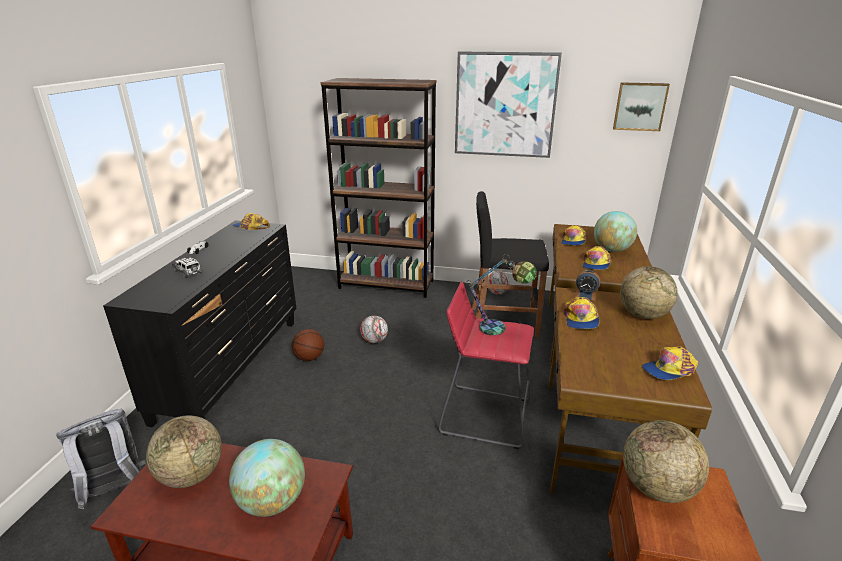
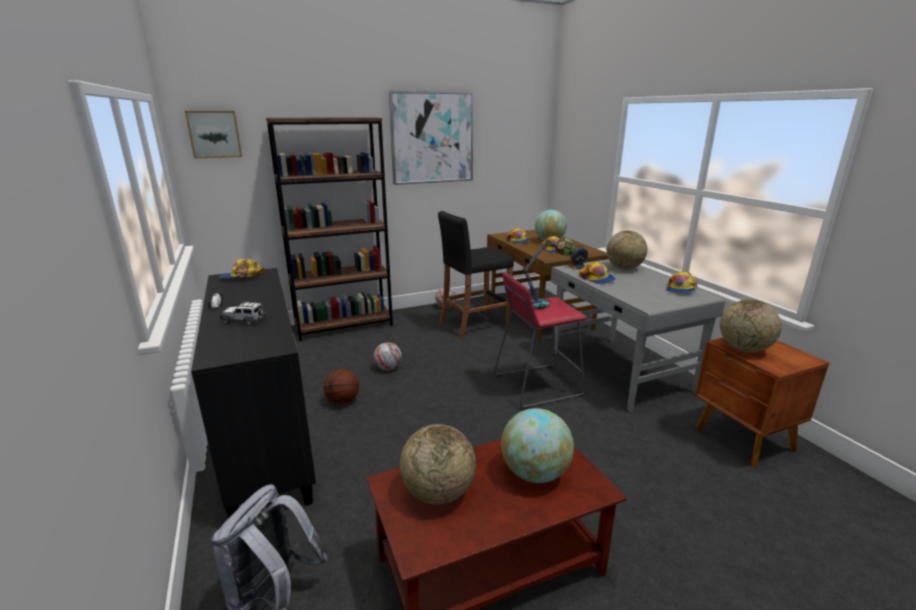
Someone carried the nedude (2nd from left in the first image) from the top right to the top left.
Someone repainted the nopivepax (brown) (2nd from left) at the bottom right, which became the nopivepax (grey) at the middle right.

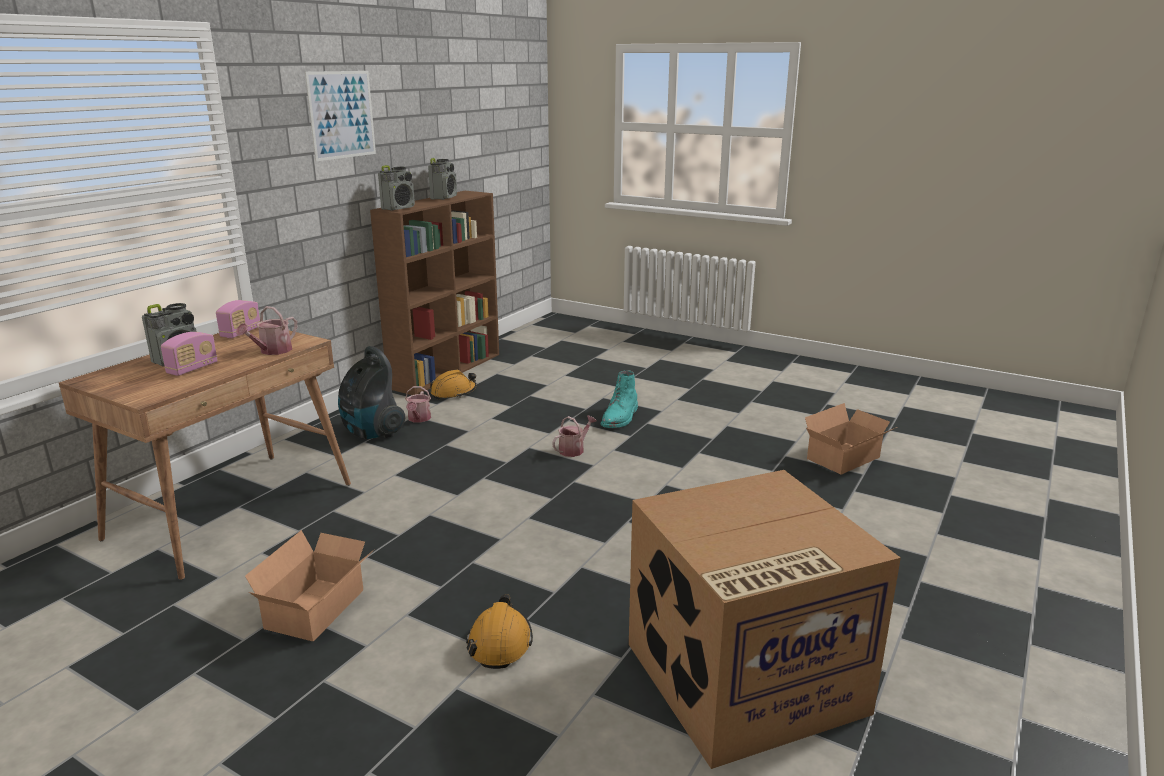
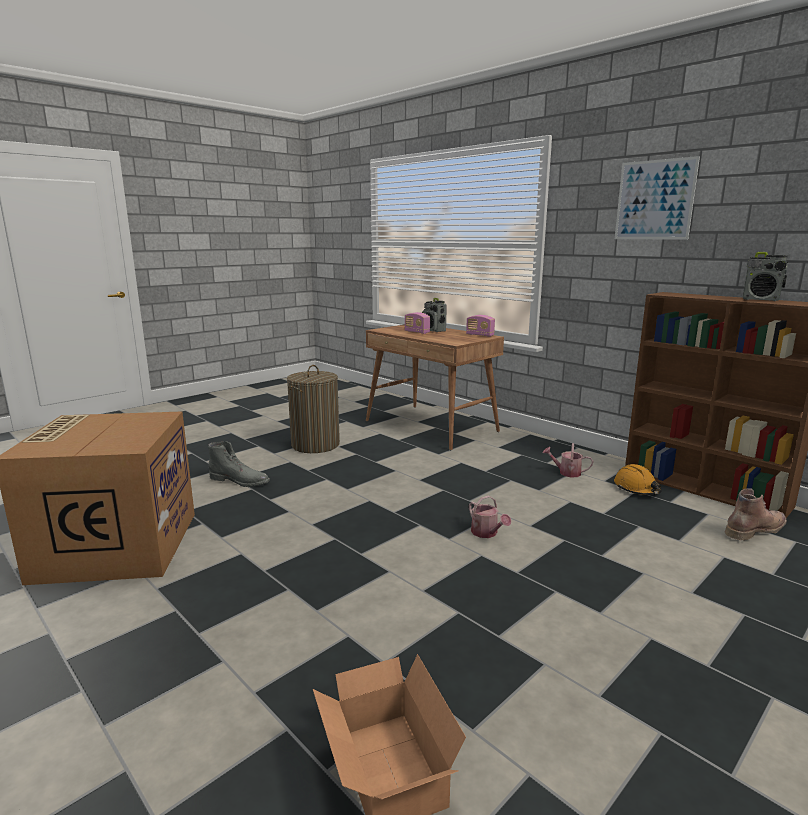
Someone swapped the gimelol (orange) (2nd from left) at the bottom centre for the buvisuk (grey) at the middle left.
Someone swapped the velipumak (1st from left) at the bottom left for the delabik at the centre.
Someone put down the buvisuk (brown) at the middle right.
Someone took away the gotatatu (1st from left) at the middle left.
Someone took away the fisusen at the middle left.
Someone took away the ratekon (4th from left) at the top centre.
Someone took away the buvisuk (turquoise) at the centre.

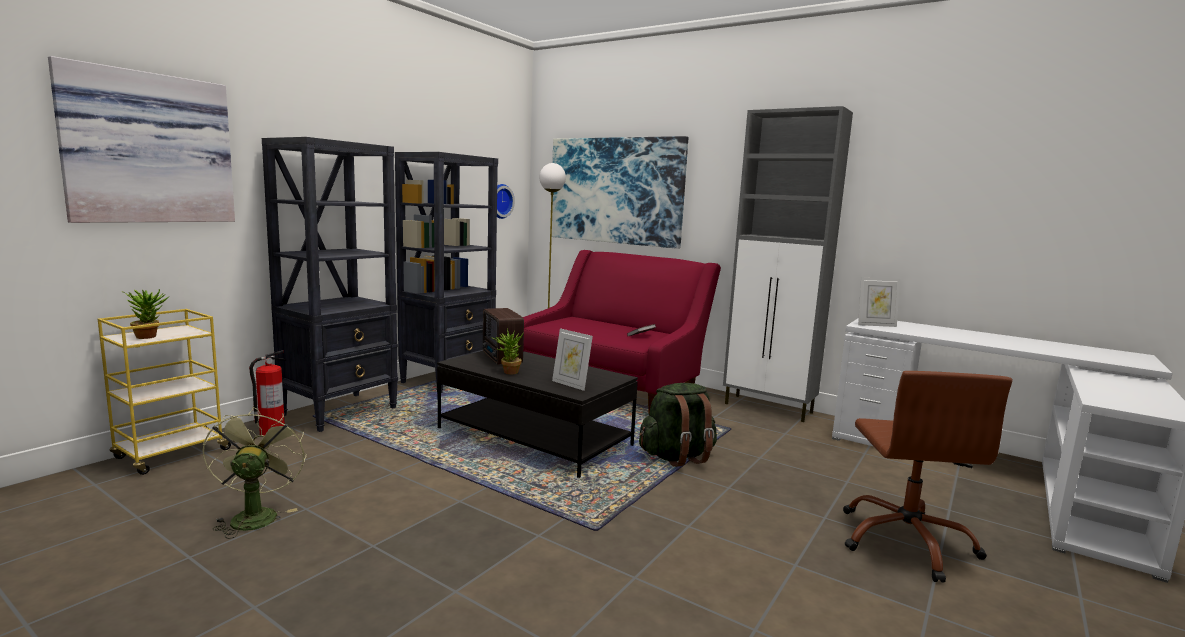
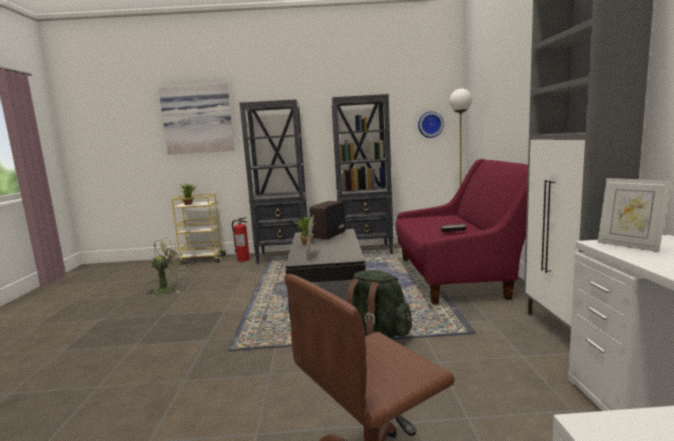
Someone took away the nedude (2nd from left) at the top centre.

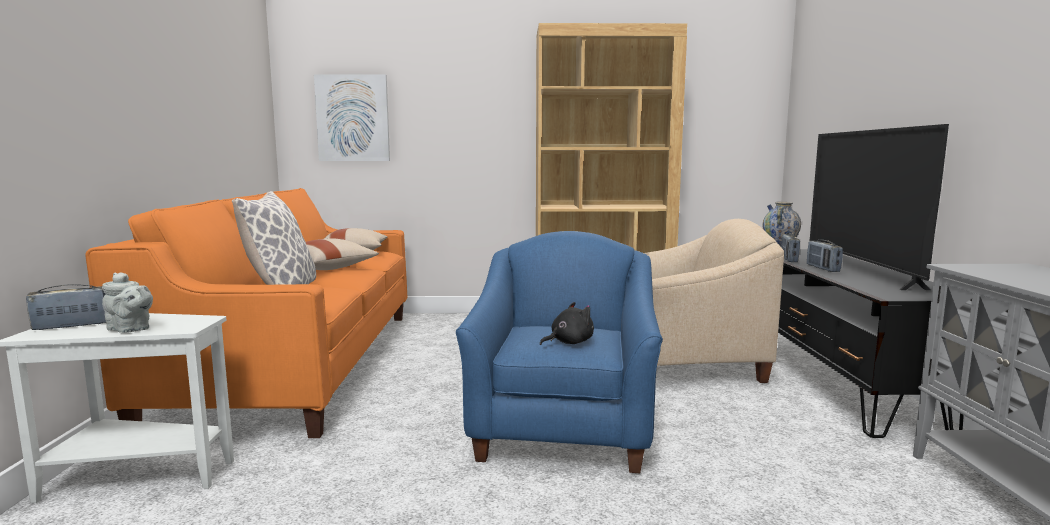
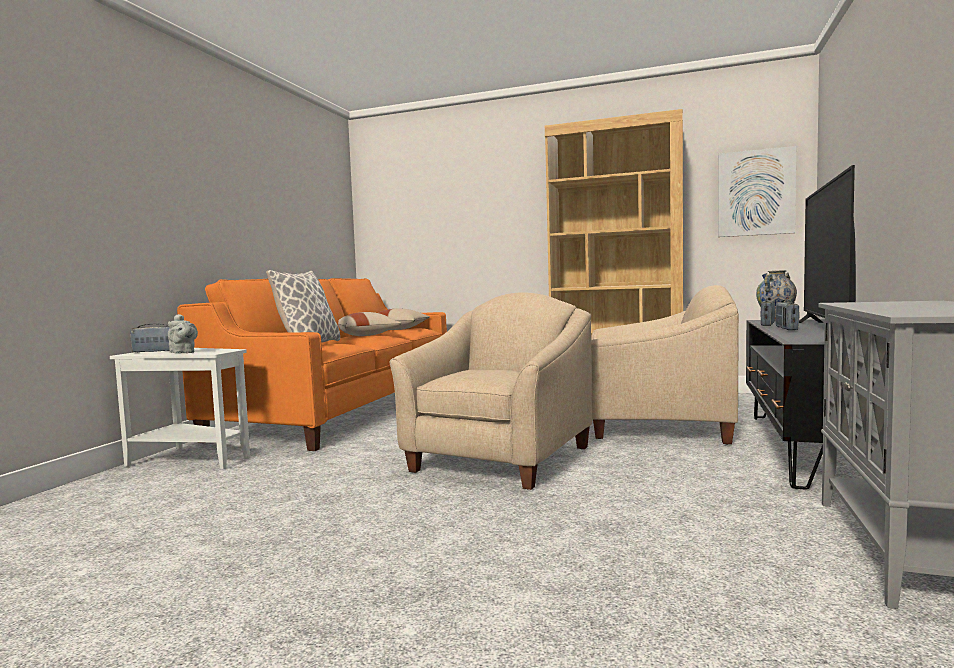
Someone repainted the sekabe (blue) at the bottom centre, which became the sekabe (beige) (1st from left) at the centre.
Someone carried the nedude from the top centre to the top right.
Someone took away the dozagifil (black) at the centre.

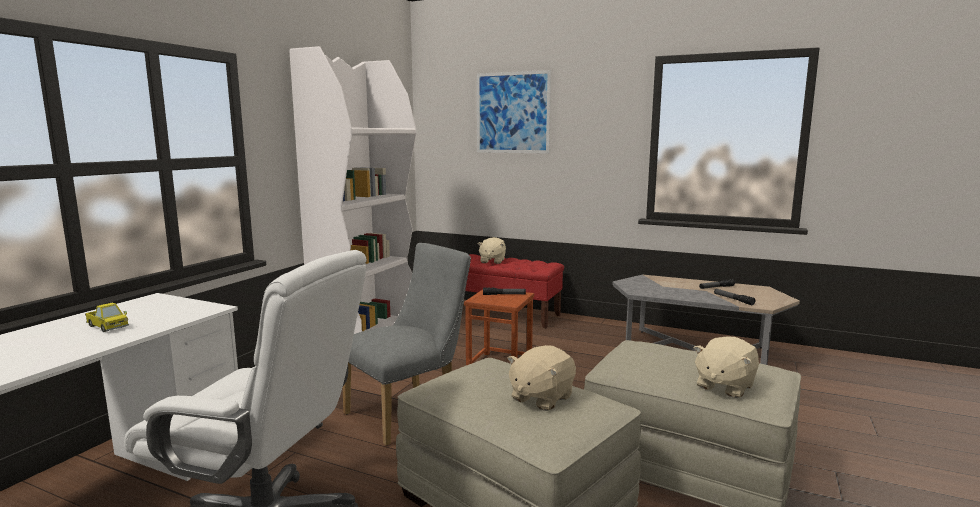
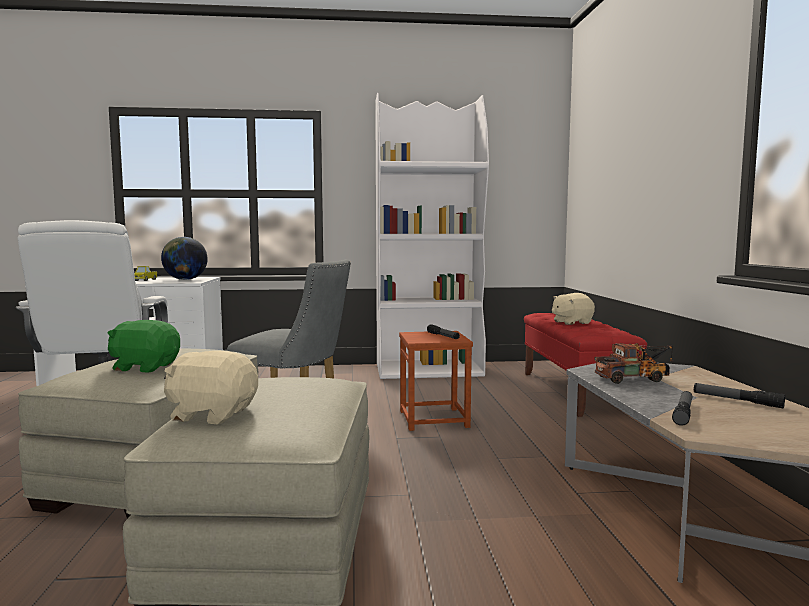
Someone repainted the dozagifil (beige) (2nd from left) at the bottom centre, which became the dozagifil (green) at the middle left.
Someone put down the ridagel at the middle left.
Someone put down the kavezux (2nd from left) at the middle right.
Someone took away the nedude at the top centre.

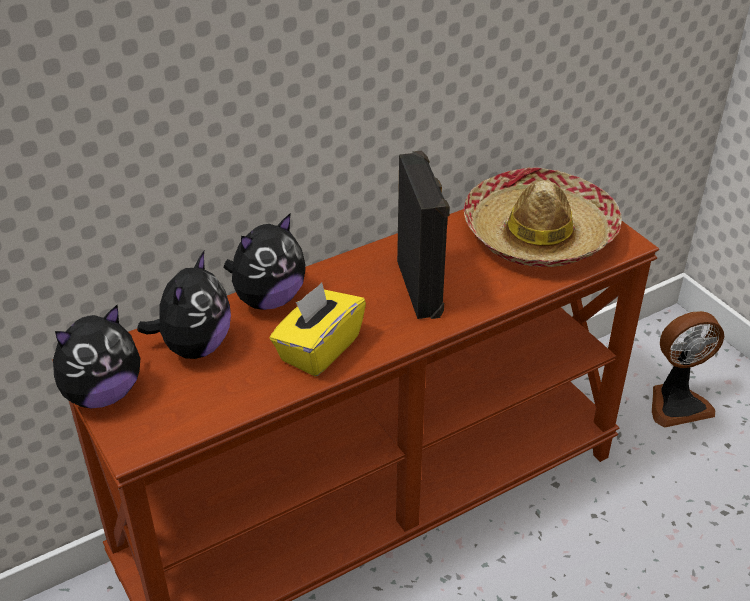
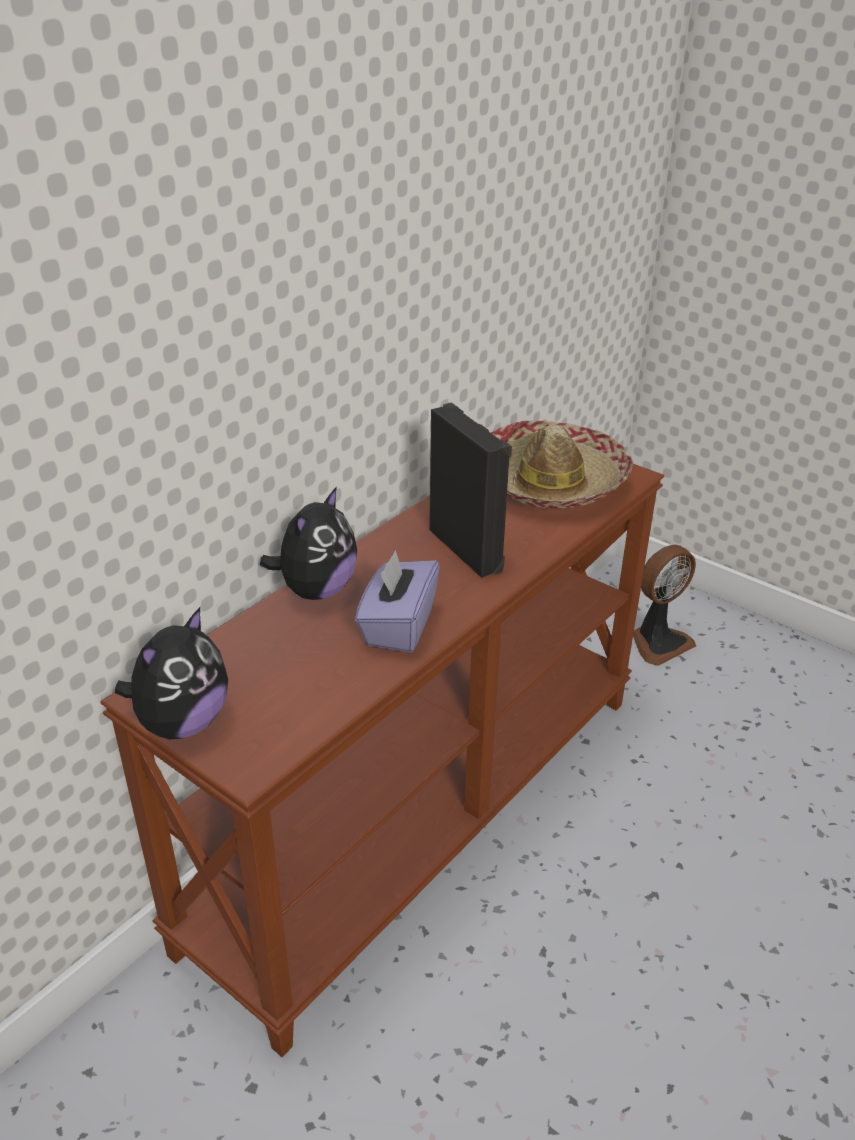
Someone repainted the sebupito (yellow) at the centre, which became the sebupito (purple) at the centre.
Someone took away the dozagifil (2nd from left) at the middle left.

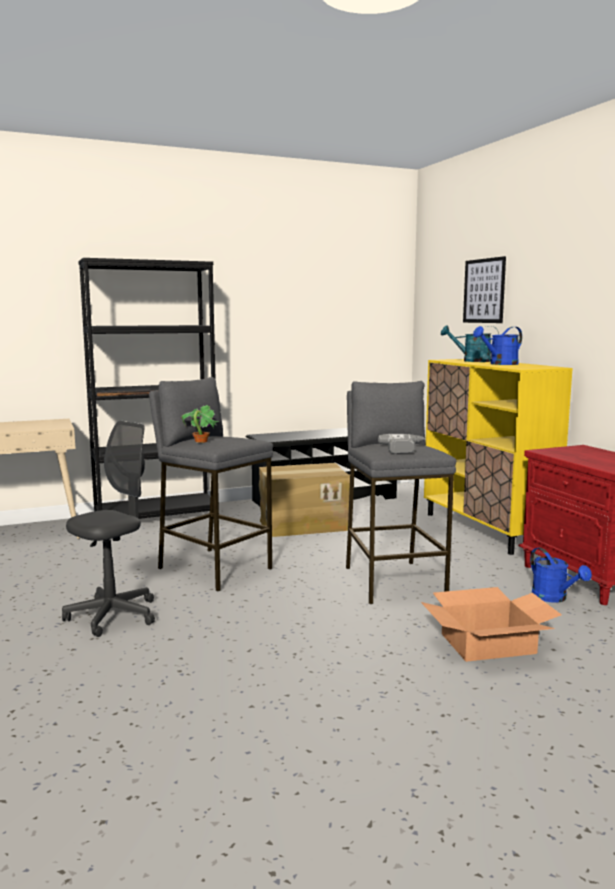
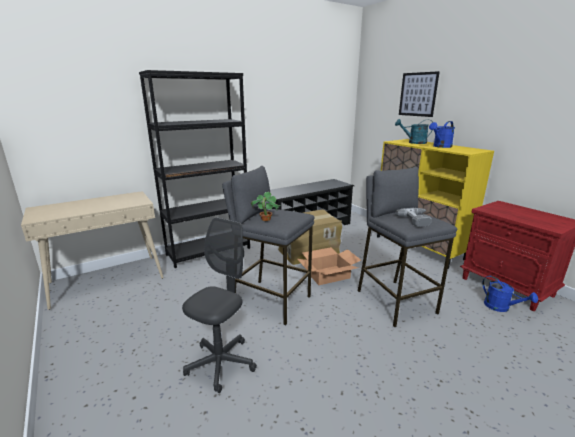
Someone carried the velipumak (2nd from left) from the bottom right to the centre.

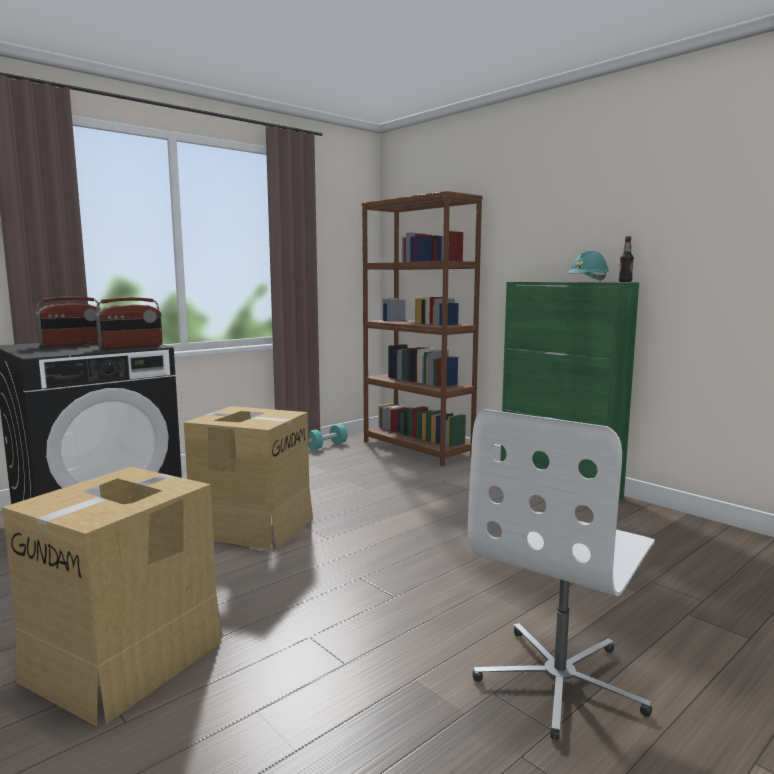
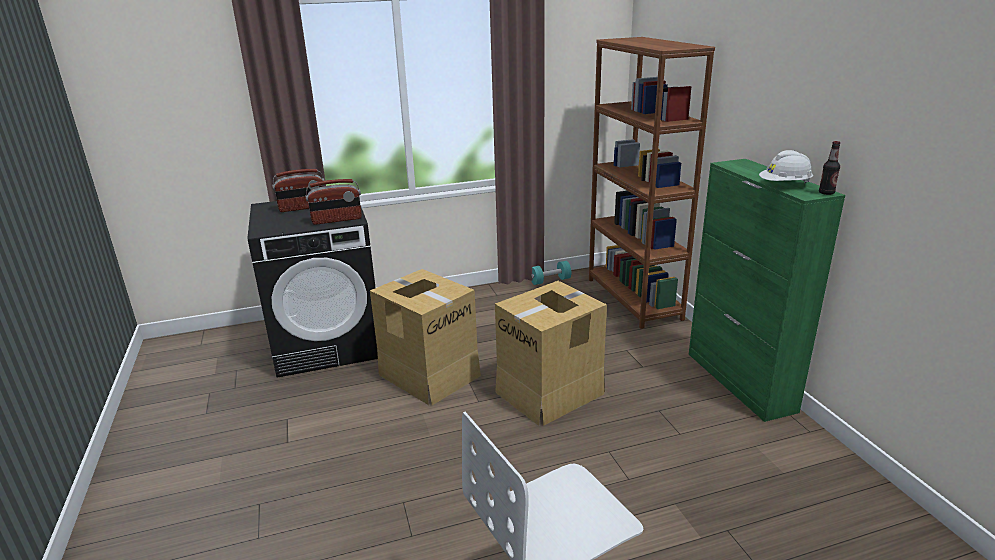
Someone carried the velipumak (1st from left in the first image) from the bottom left to the centre.
Someone repainted the gimelol (turquoise) at the middle right, which became the gimelol (white) at the top right.

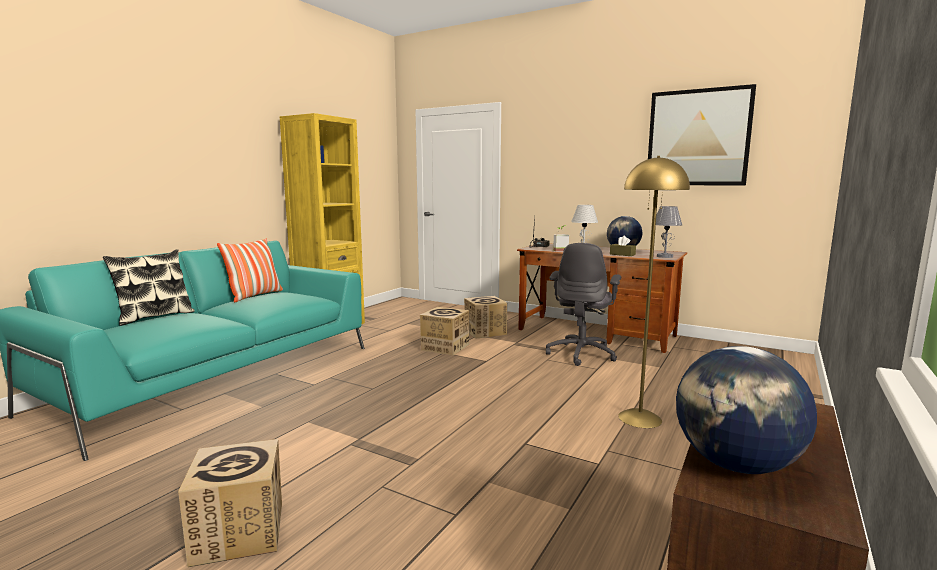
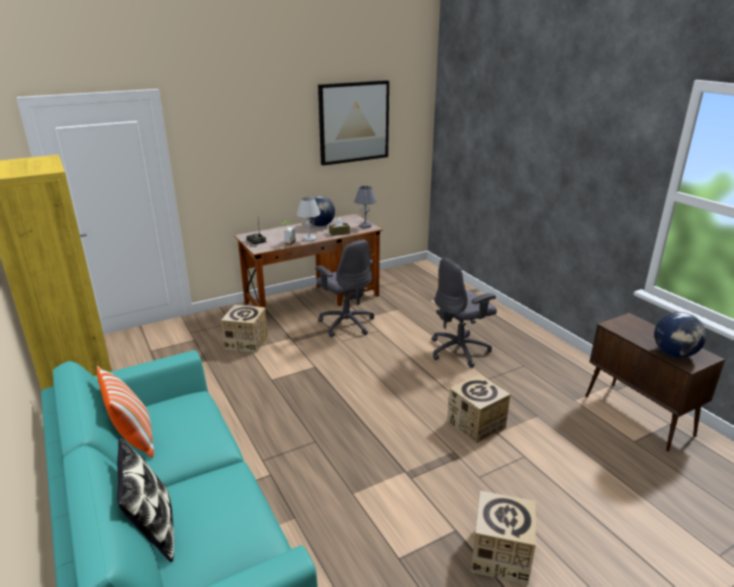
Someone swapped the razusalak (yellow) at the middle right for the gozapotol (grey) (2nd from left) at the centre.
Someone carried the velipumak (2nd from left) from the centre to the bottom centre.

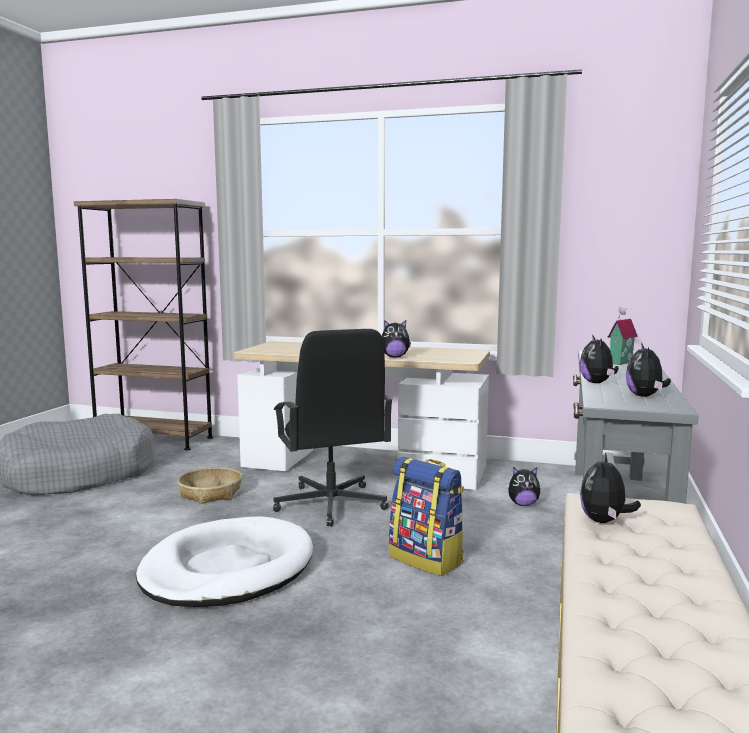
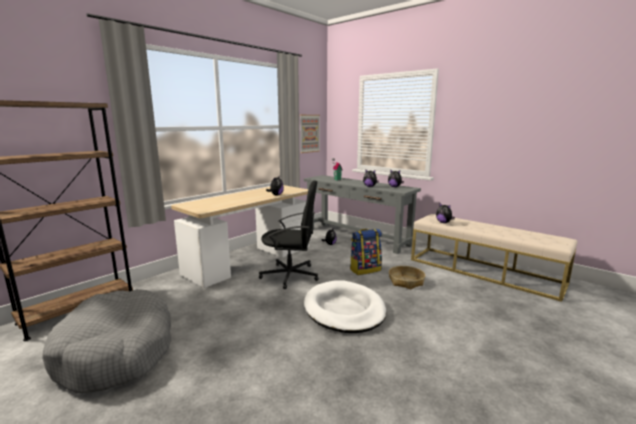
Someone put up the nedude at the top centre.
Someone carried the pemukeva from the middle left to the centre.

